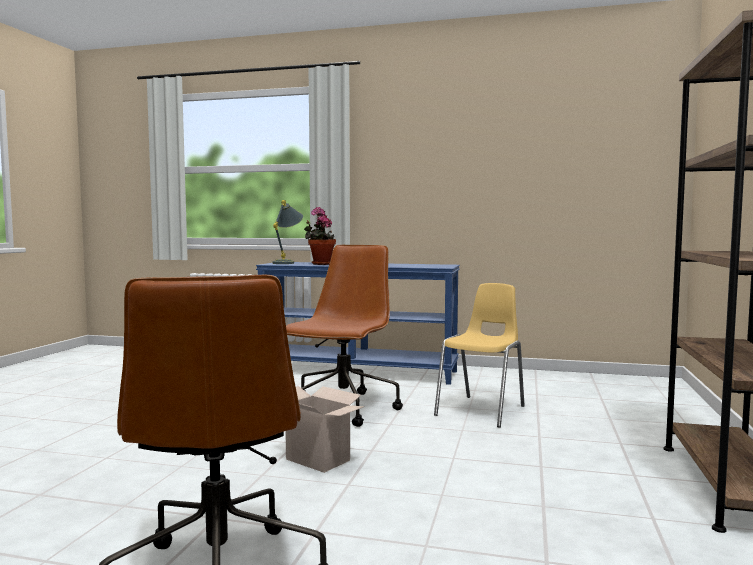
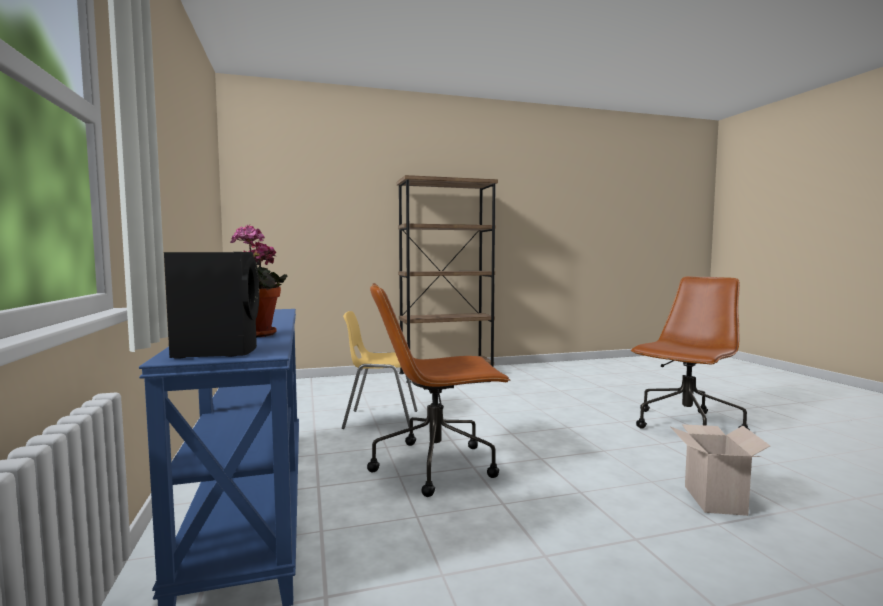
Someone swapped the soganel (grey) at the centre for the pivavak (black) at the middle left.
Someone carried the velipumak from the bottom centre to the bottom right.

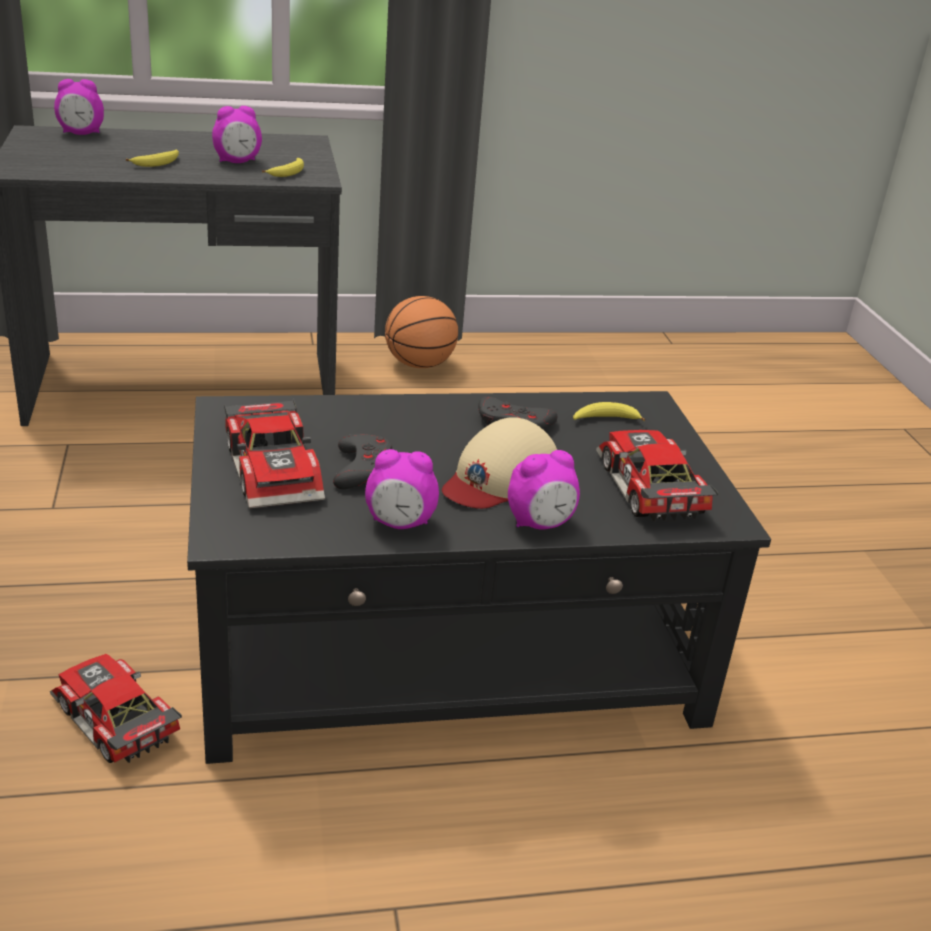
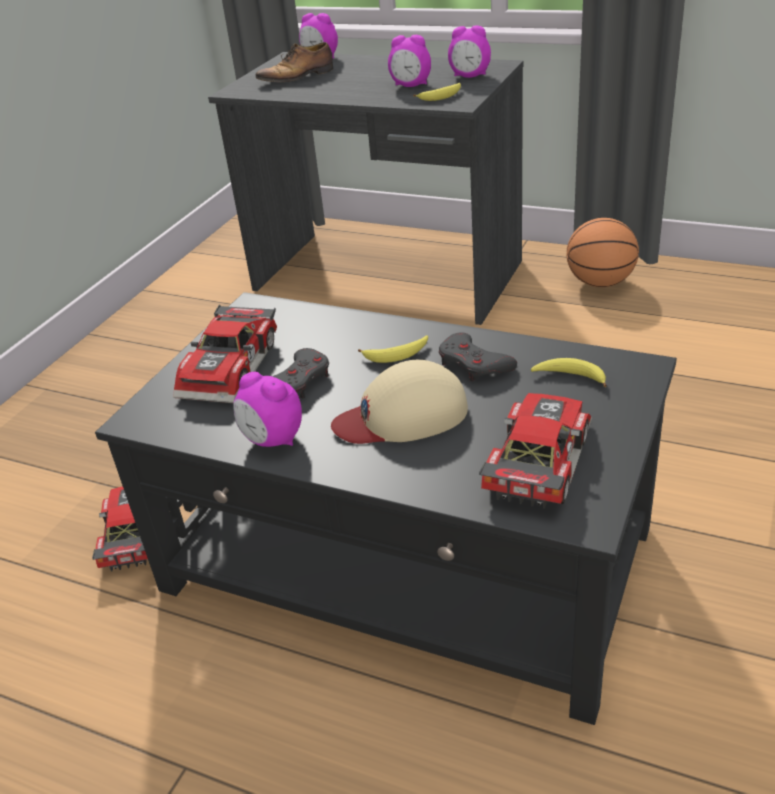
Someone put down the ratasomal at the top centre.
Someone carried the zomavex (1st from left) from the top left to the centre.
Someone carried the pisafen (4th from left) from the centre to the top centre.

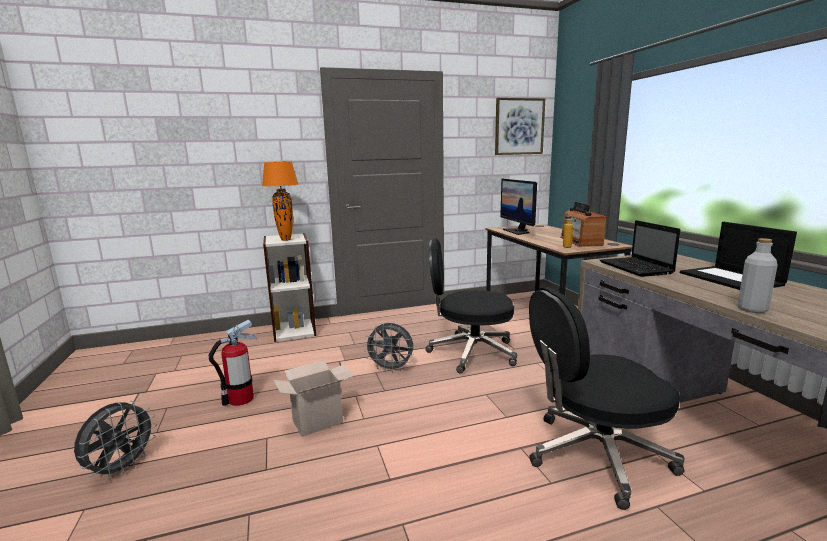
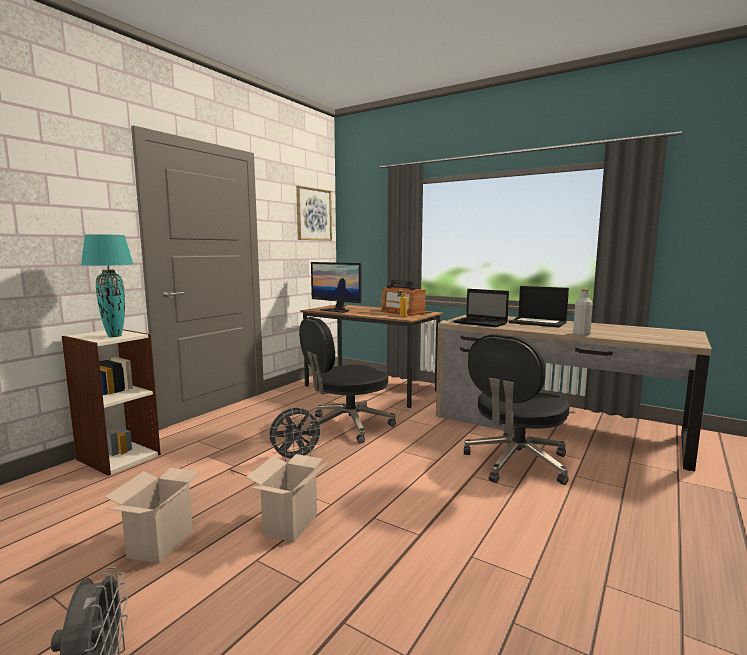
Someone repainted the soganel (orange) at the centre, which became the soganel (turquoise) at the middle left.
Someone swapped the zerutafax at the bottom left for the velipumak (1st from left) at the bottom left.

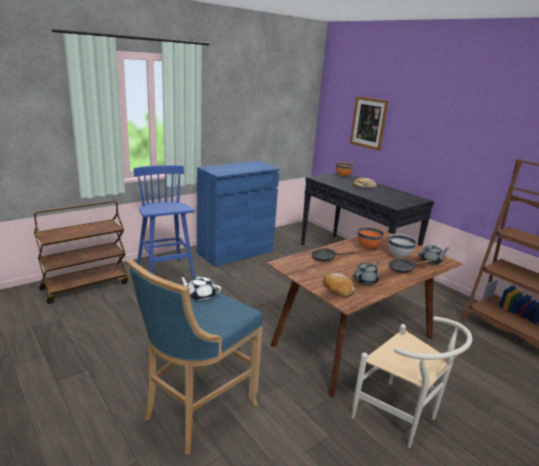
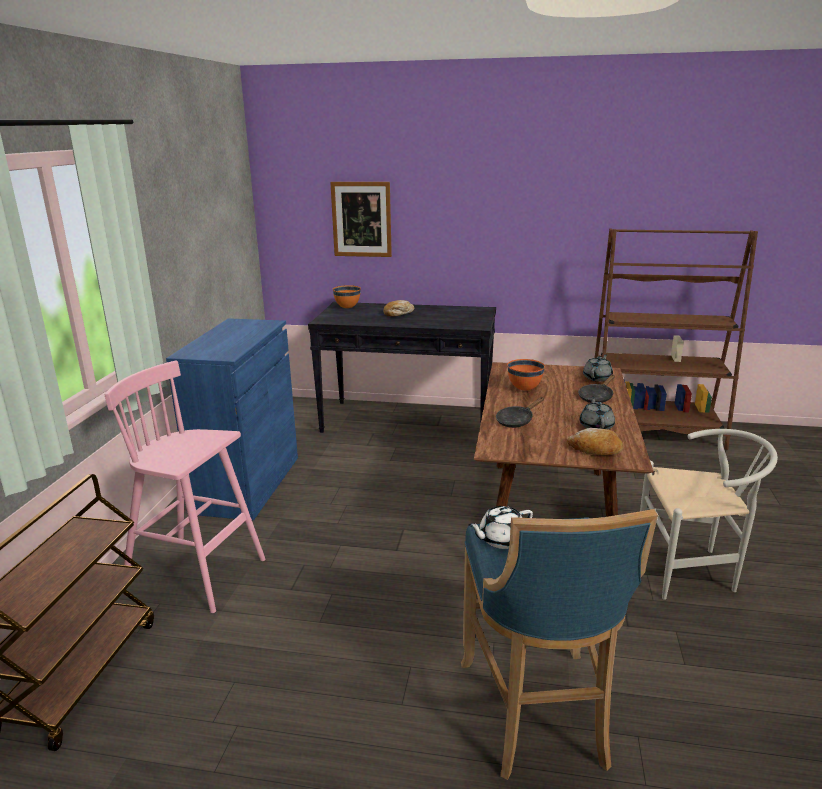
Someone repainted the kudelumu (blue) (1st from left) at the middle left, which became the kudelumu (pink) at the middle left.
Someone took away the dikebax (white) at the middle right.

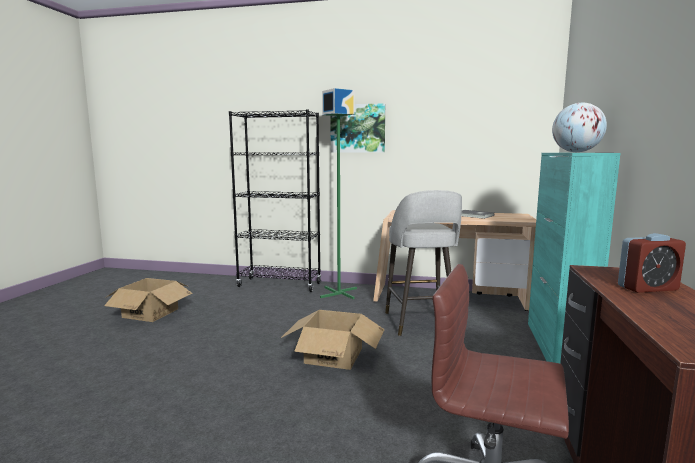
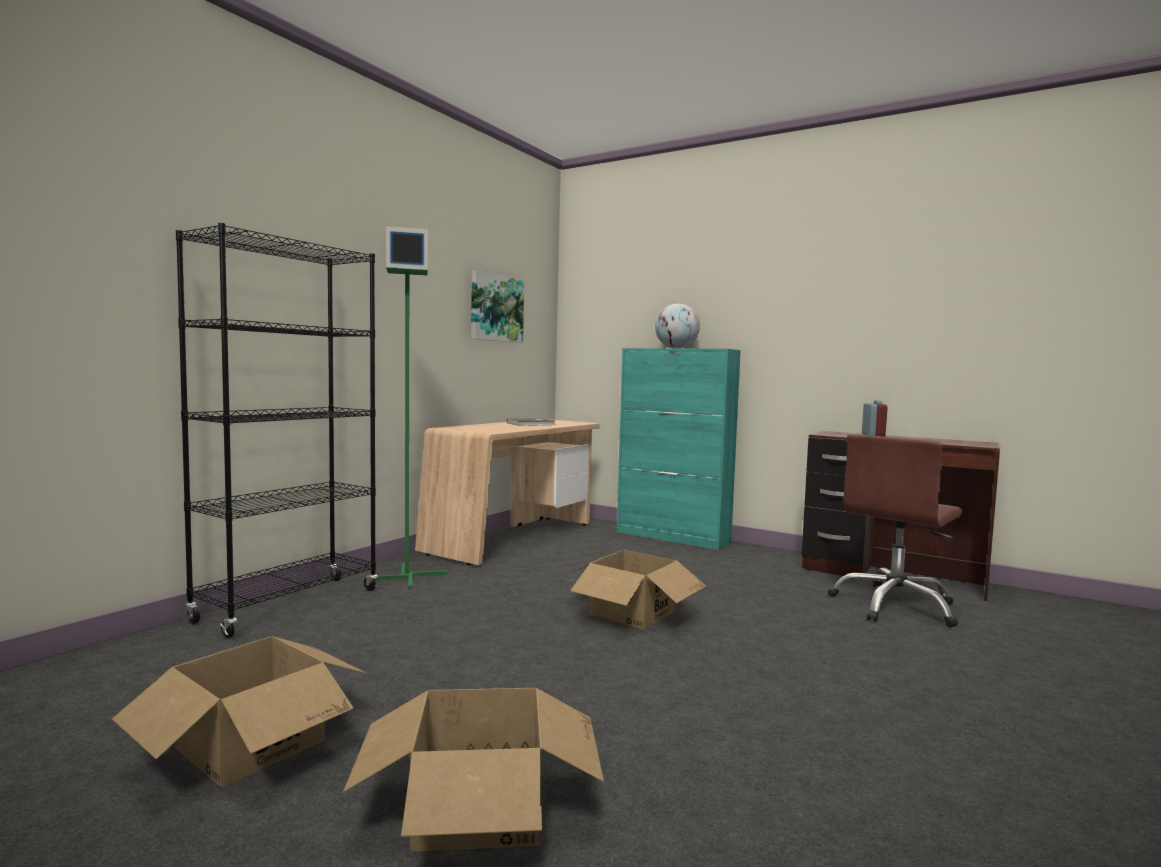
Someone put down the velipumak (2nd from left) at the bottom centre.
Someone carried the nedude from the top centre to the centre.
Someone took away the kudelumu (grey) at the centre.

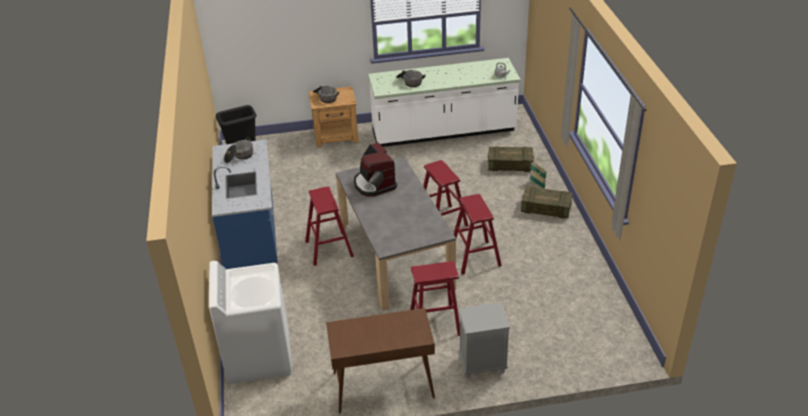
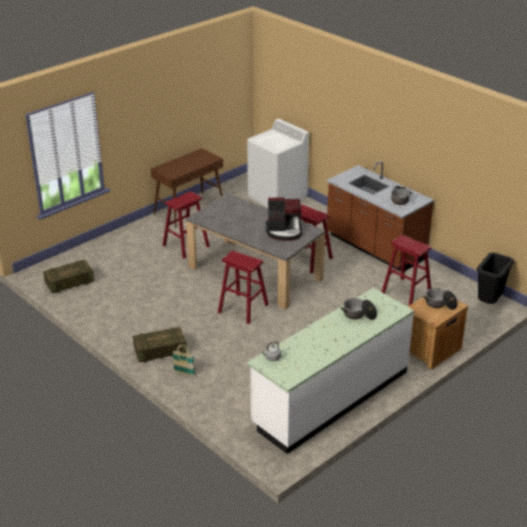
Someone carried the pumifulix (1st from left) from the centre to the middle left.
Someone rotated the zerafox at the centre by 150 degrees clockwise.
Someone repainted the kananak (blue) at the middle left, which became the kananak (brown) at the middle right.
Someone carried the kudelumu (red) (4th from left) from the centre to the middle right.
Someone took away the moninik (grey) at the bottom centre.

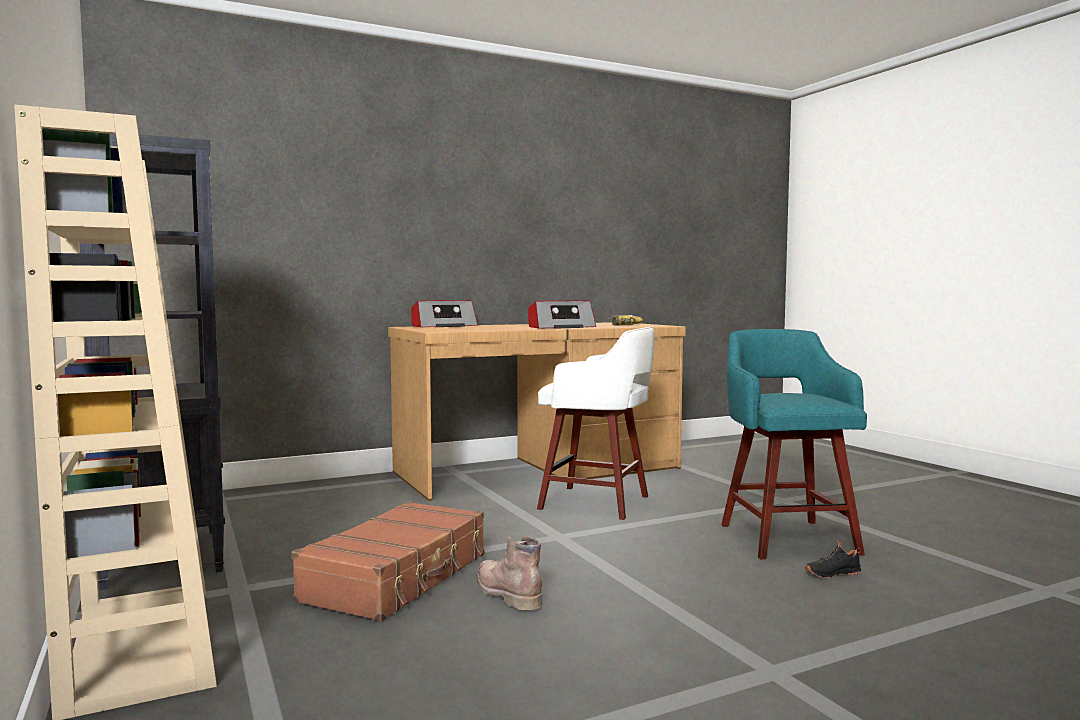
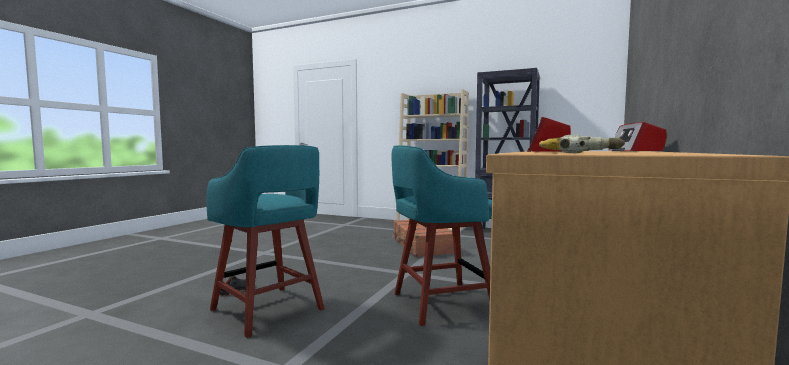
Someone repainted the kudelumu (white) at the centre, which became the kudelumu (turquoise) (2nd from left) at the centre.
Someone took away the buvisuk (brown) at the bottom centre.

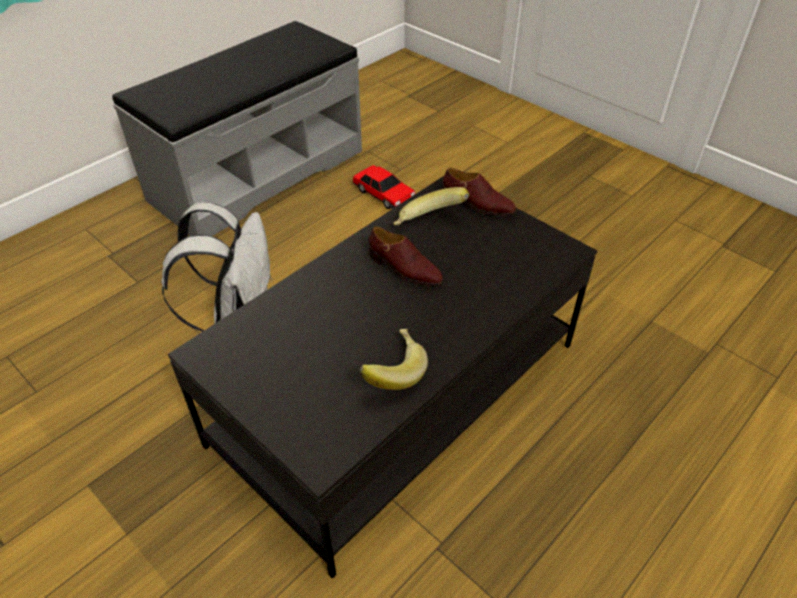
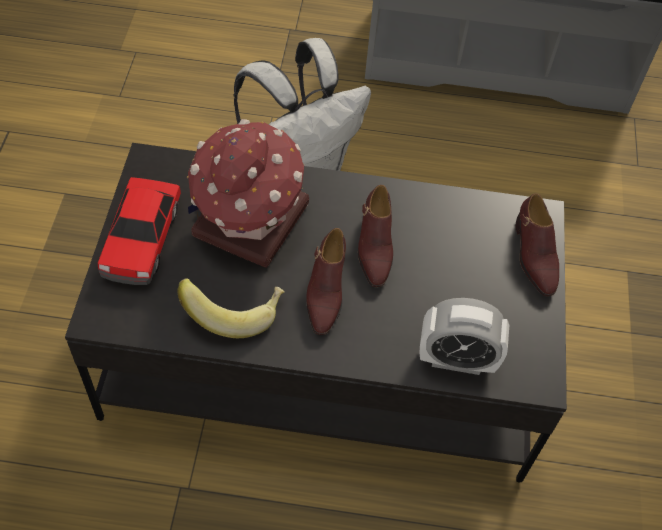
Someone carried the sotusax from the top centre to the middle left.
Someone put down the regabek at the centre.
Someone put down the ratasomal (brown) (1st from left) at the centre.
Someone put down the pisafen at the middle right.
Someone took away the zomavex (2nd from left) at the centre.

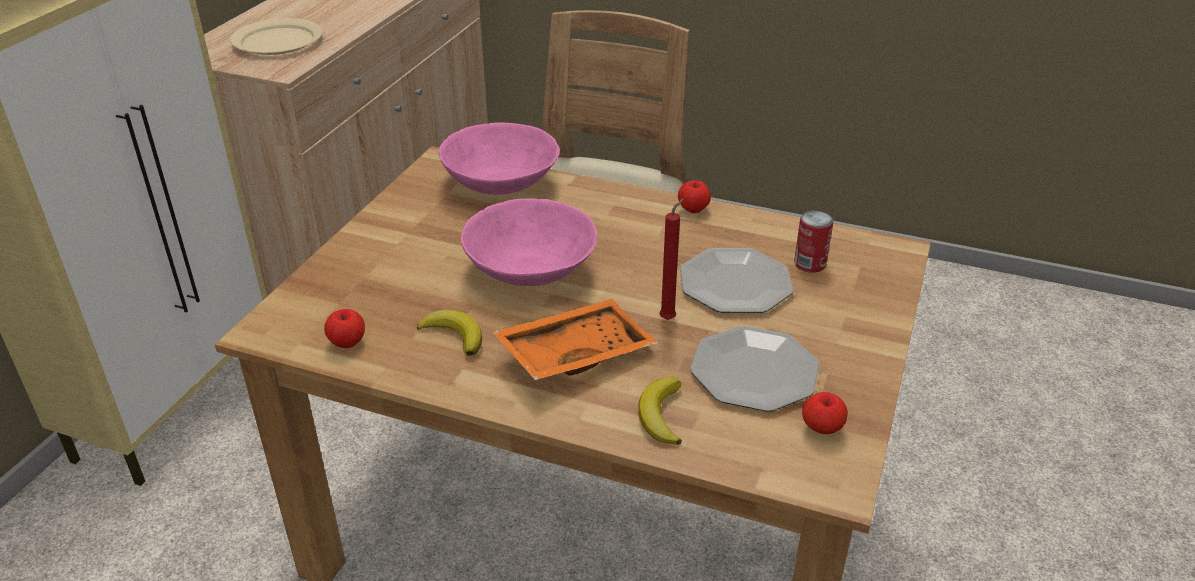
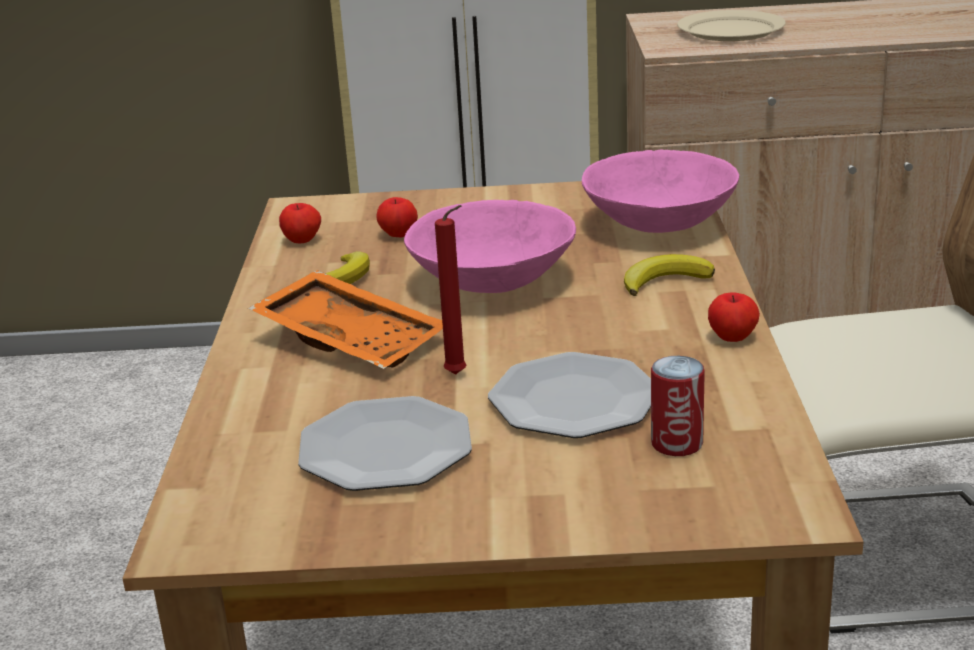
Someone carried the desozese (3rd from left in the first image) from the bottom right to the centre.
Someone carried the zomavex (2nd from left) from the bottom centre to the middle right.

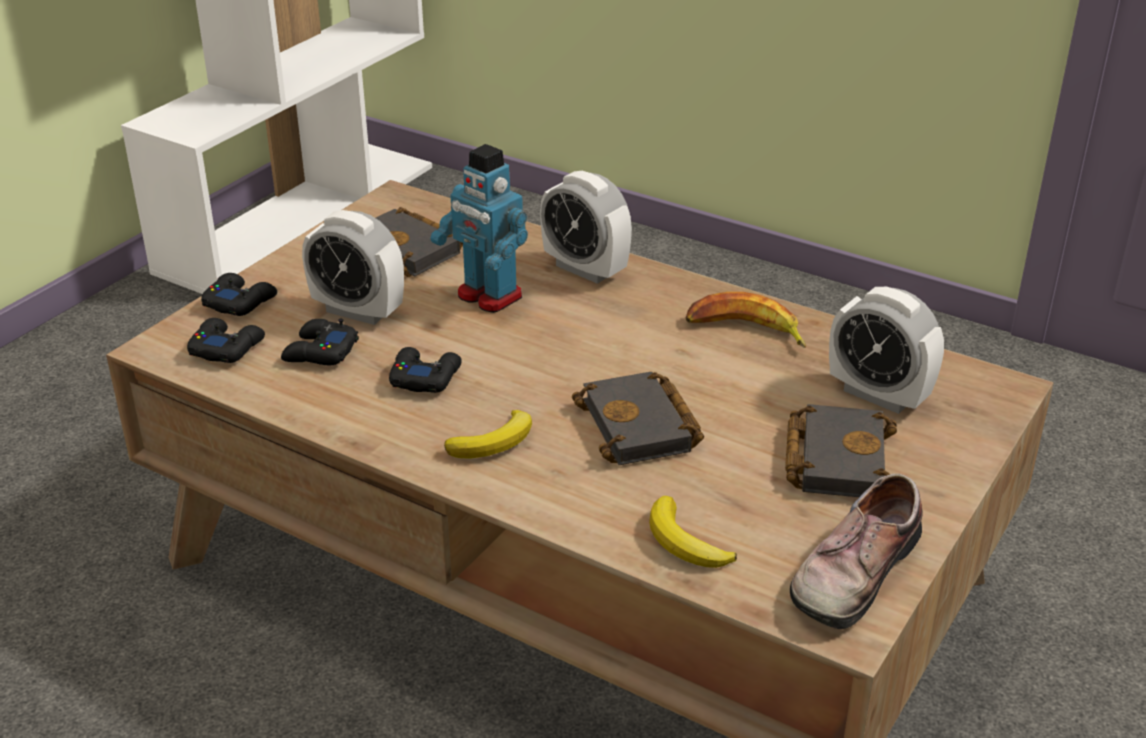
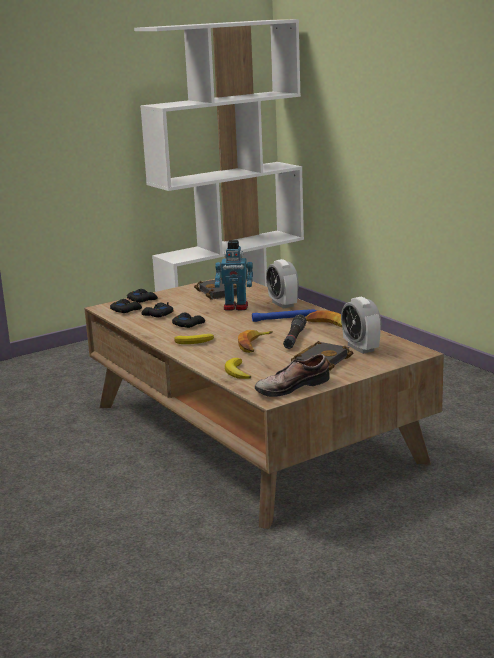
Someone rotated the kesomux at the top centre by 60 degrees counterclockwise.
Someone swapped the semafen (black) (2nd from left) at the centre for the zomavex (3rd from left) at the centre.
Someone put down the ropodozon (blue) at the centre.
Someone put down the ropodozon (black) at the centre.
Someone took away the pisafen (1st from left) at the middle left.

